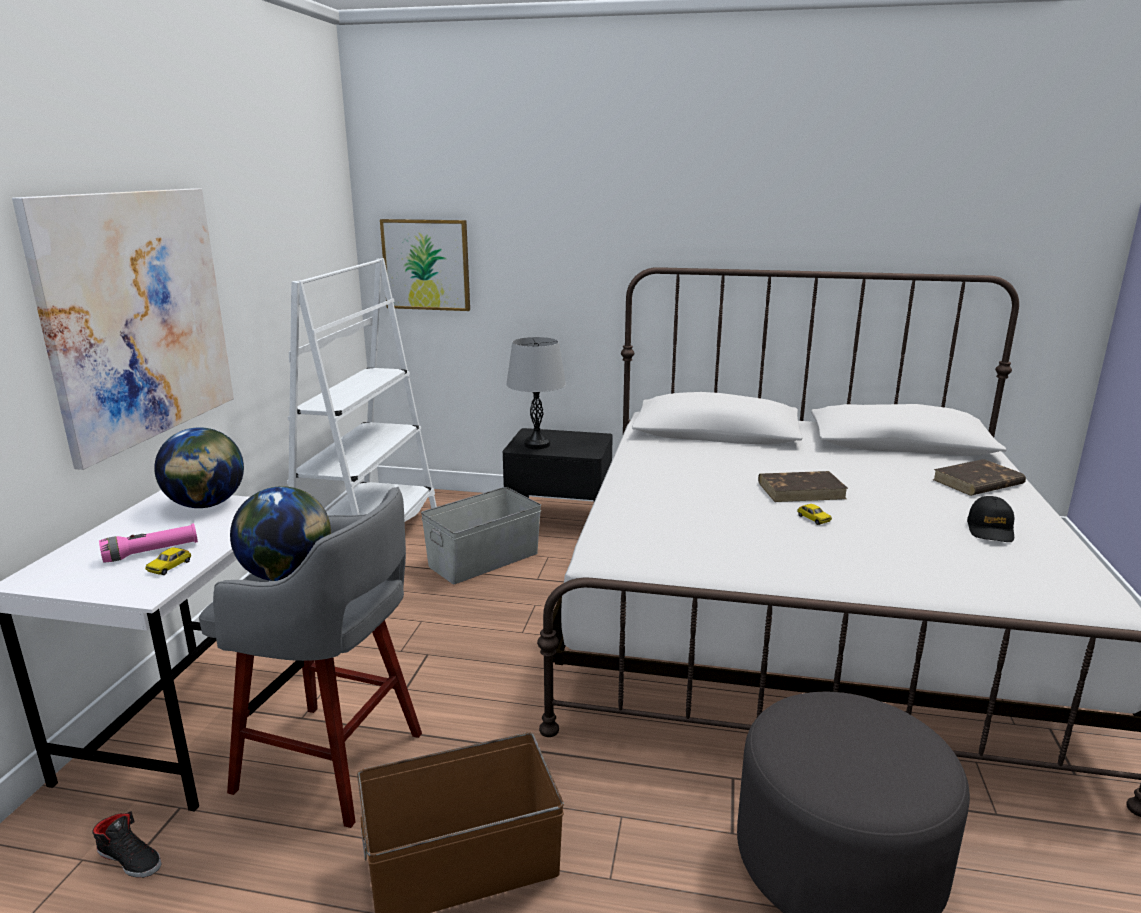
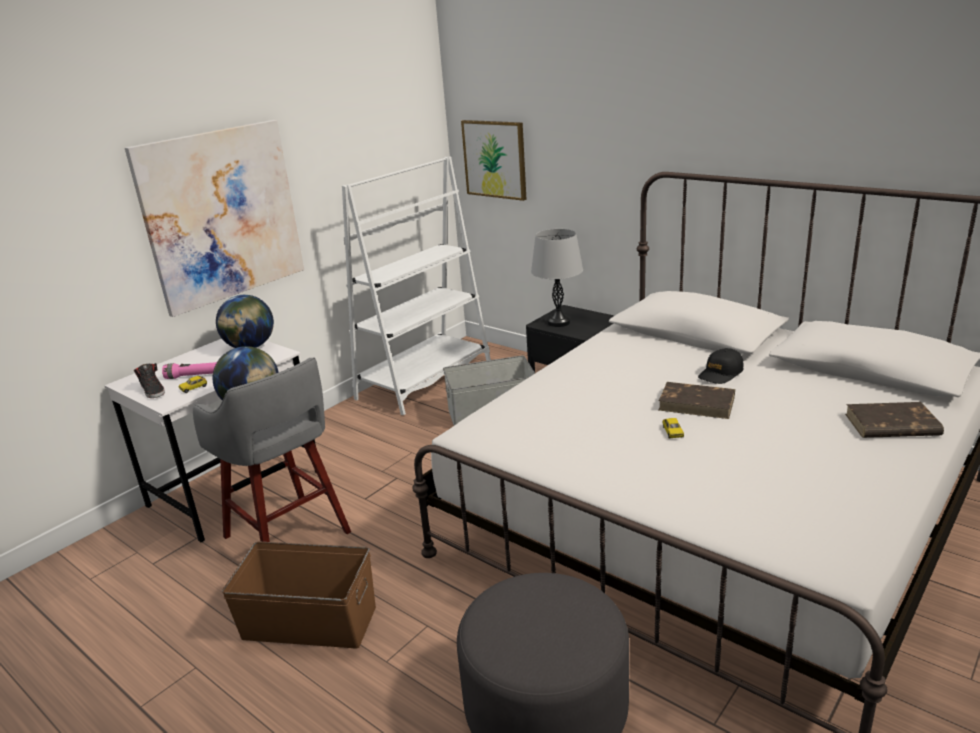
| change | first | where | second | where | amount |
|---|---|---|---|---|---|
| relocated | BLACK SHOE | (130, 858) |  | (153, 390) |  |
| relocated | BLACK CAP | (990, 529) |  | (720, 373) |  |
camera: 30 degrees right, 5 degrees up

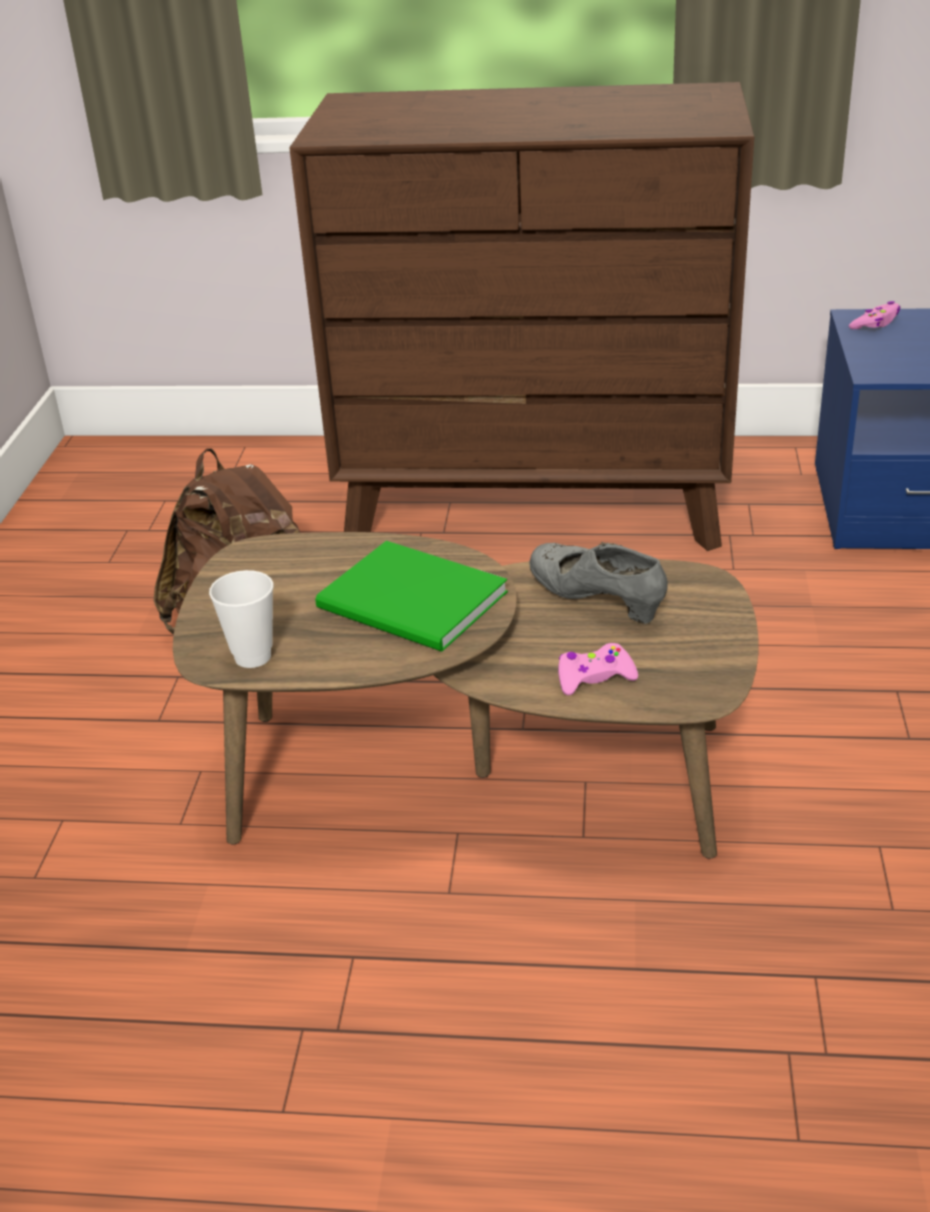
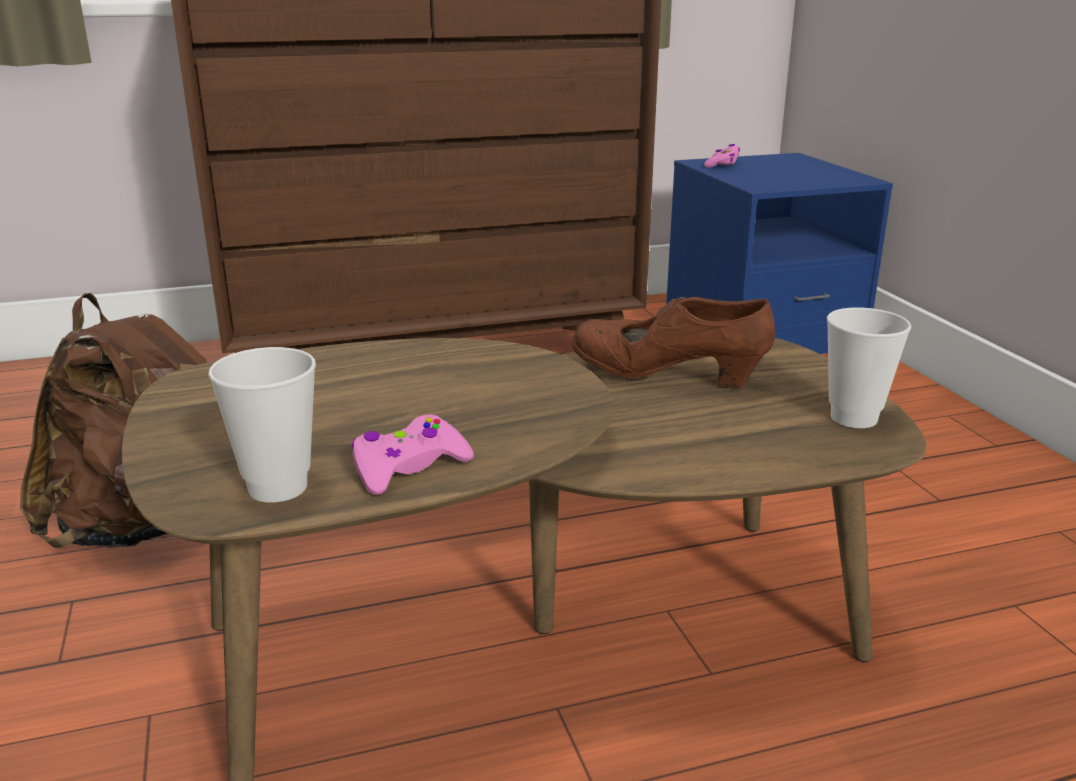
| change | first | where | second | where | amount |
|---|---|---|---|---|---|
| missing | GREEN BOOK | (414, 604) |  |  |  |
| colour | GREY SHOE | (597, 602) | BROWN SHOE | (667, 378) |  |
| relocated | PINK GAME CONTROLLER | (594, 677) |  | (409, 467) |  |
| appeared |  |  | CUP | (854, 418) |  |
camera: 25 degrees left, 10 degrees down

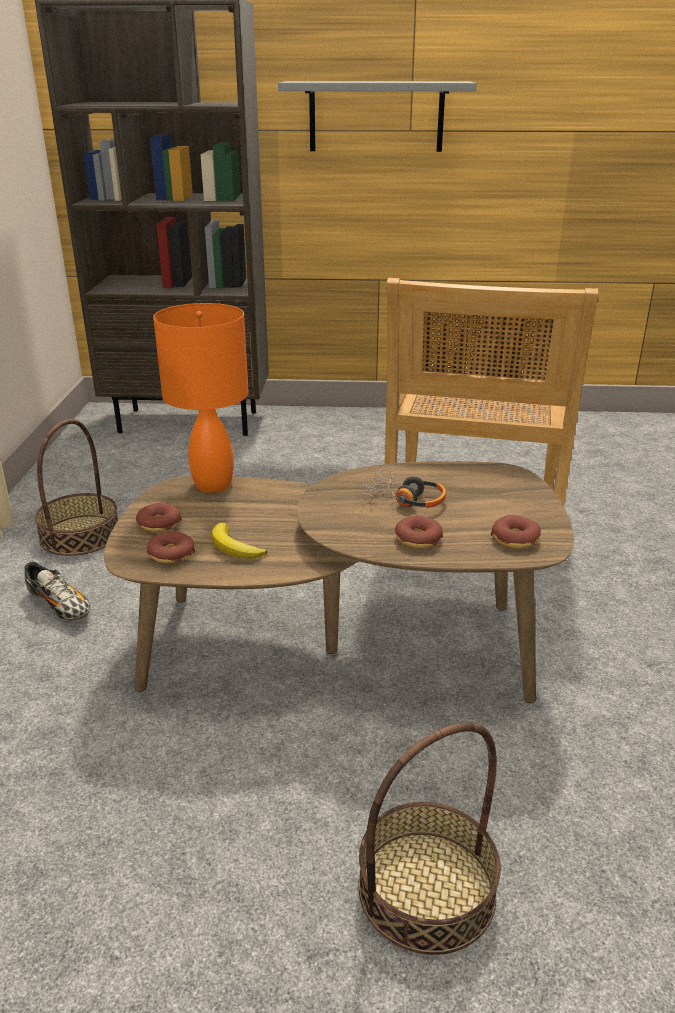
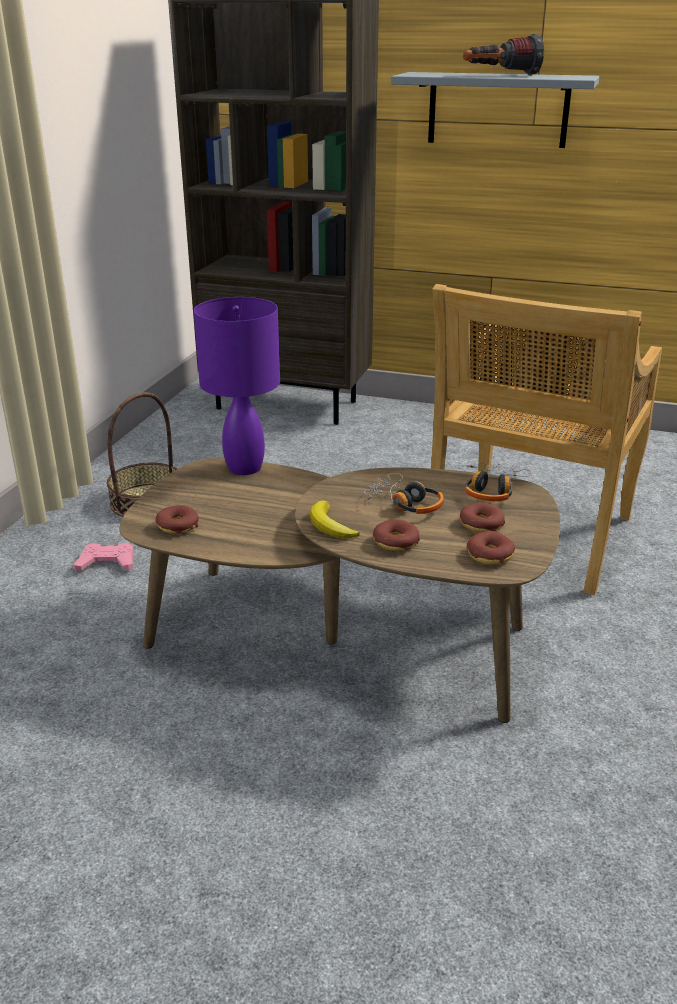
| change | first | where | second | where | amount |
|---|---|---|---|---|---|
| exchanged | SHOE | (60, 606) | PINK GAME CONTROLLER | (107, 563) |  |
| relocated | DONUT | (159, 524) |  | (481, 524) |  |
| colour | ORANGE TABLE LAMP | (211, 485) | PURPLE TABLE LAMP | (243, 468) |  |
| relocated | BANANA | (234, 547) |  | (330, 526) |  |
| missing | BASKET | (426, 890) |  |  |  |
| appeared |  |  | FLASHLIGHT | (500, 75) |  |
| appeared |  |  | HEADPHONES | (492, 489) |  |
camera: 15 degrees right, 0 degrees up

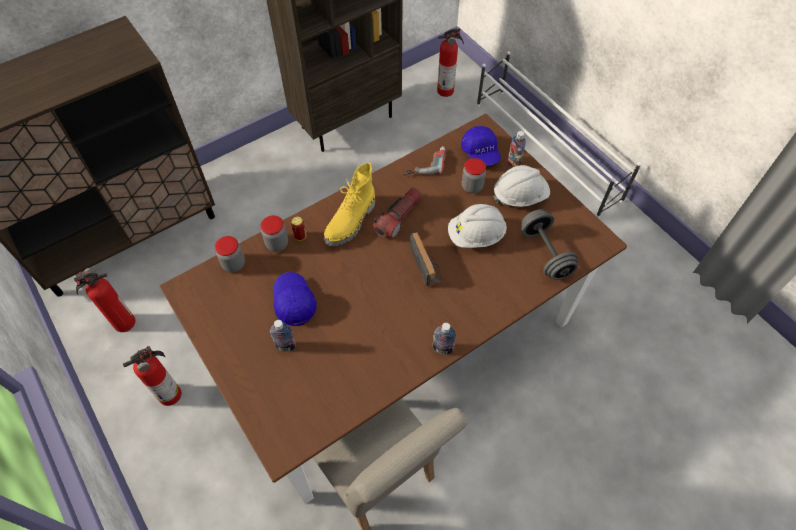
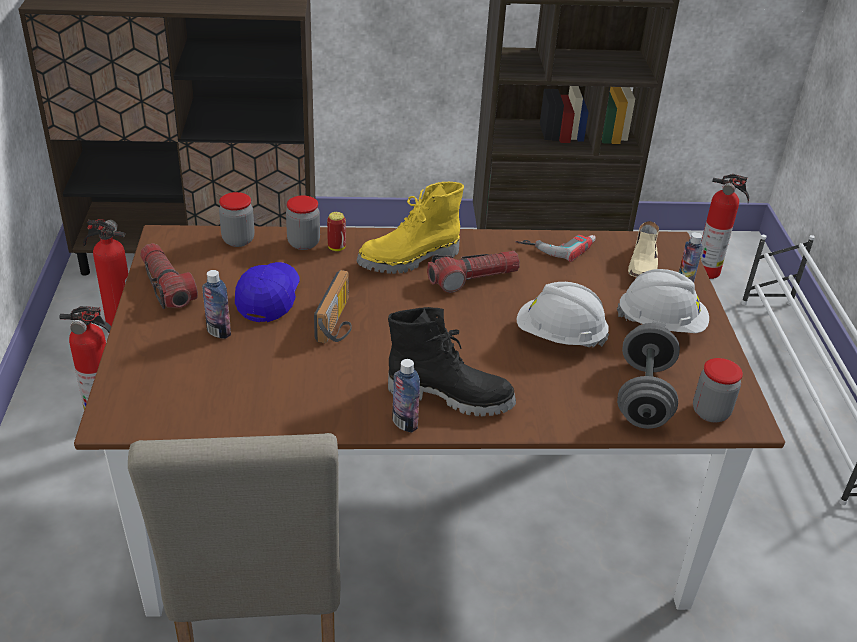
| change | first | where | second | where | amount |
|---|---|---|---|---|---|
| relocated | RADIO | (427, 265) |  | (339, 323) |  |
| exchanged | BLUE CAP | (480, 153) | BEIGE SHOE | (643, 264) |  |
| relocated | JAR | (472, 187) |  | (710, 412) |  |
| appeared |  |  | FLASHLIGHT | (167, 286) |  |
| appeared |  |  | BLACK BOOT | (450, 396) |  |
camera: 30 degrees right, 20 degrees down

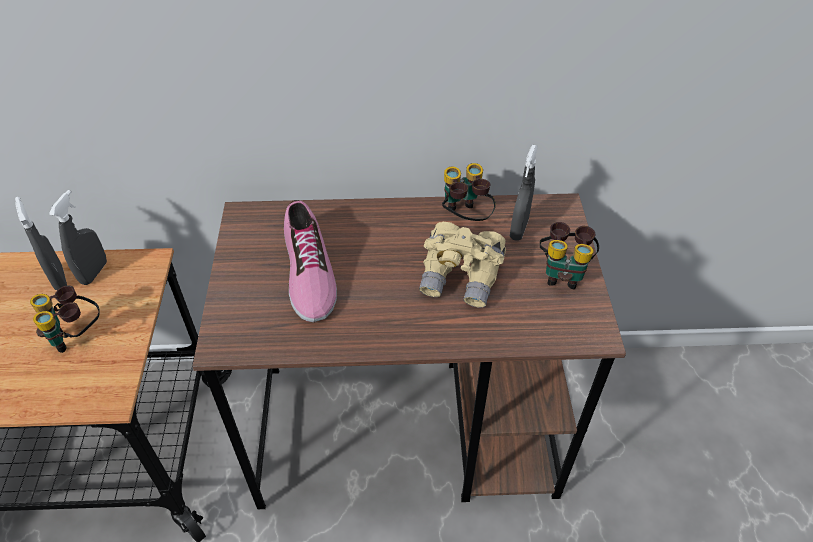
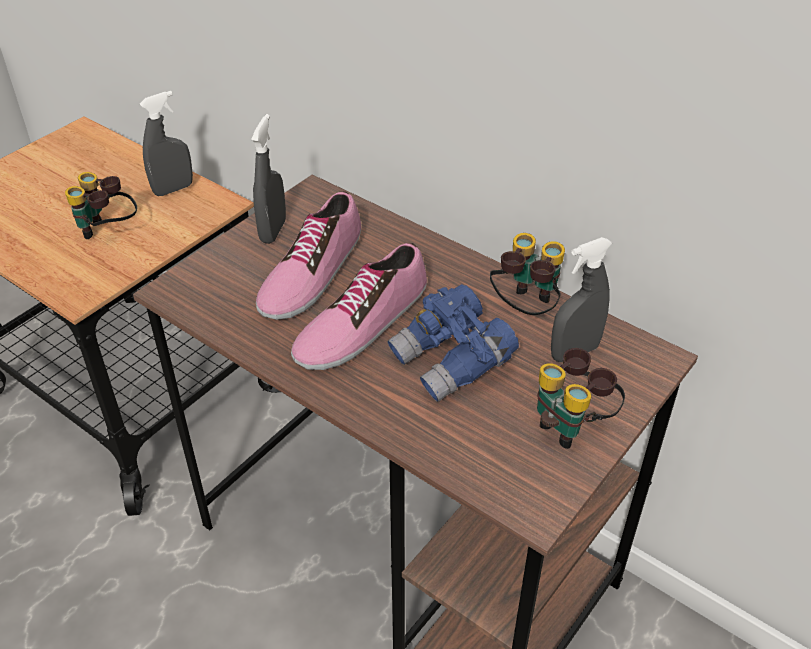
| change | first | where | second | where | amount |
|---|---|---|---|---|---|
| relocated | GREY SPRAY BOTTLE | (59, 278) |  | (273, 231) |  |
| colour | BEIGE BINOCULARS | (461, 277) | BLUE BINOCULARS | (452, 362) |  |
| appeared |  |  | SHOE | (361, 323) |  |
camera: 40 degrees right, 5 degrees down

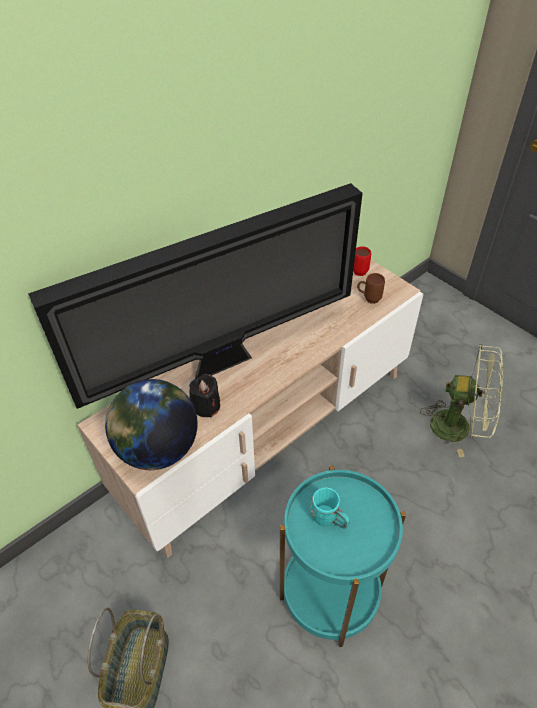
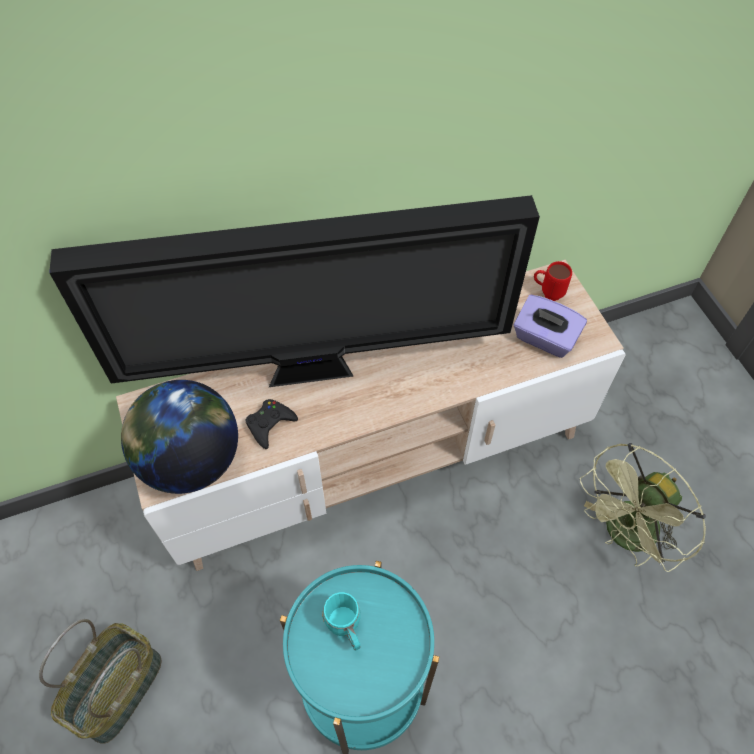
| change | first | where | second | where | amount |
|---|---|---|---|---|---|
| exchanged | BLACK CANDLE | (206, 406) | BLACK GAME CONTROLLER | (270, 424) |  |
| exchanged | BROWN MUG | (368, 299) | PURPLE TISSUE BOX | (544, 339) |  |
| spun | GREEN FAN | (459, 427) |  | (625, 536) | 105 degrees clockwise |
camera: 20 degrees right, 10 degrees up

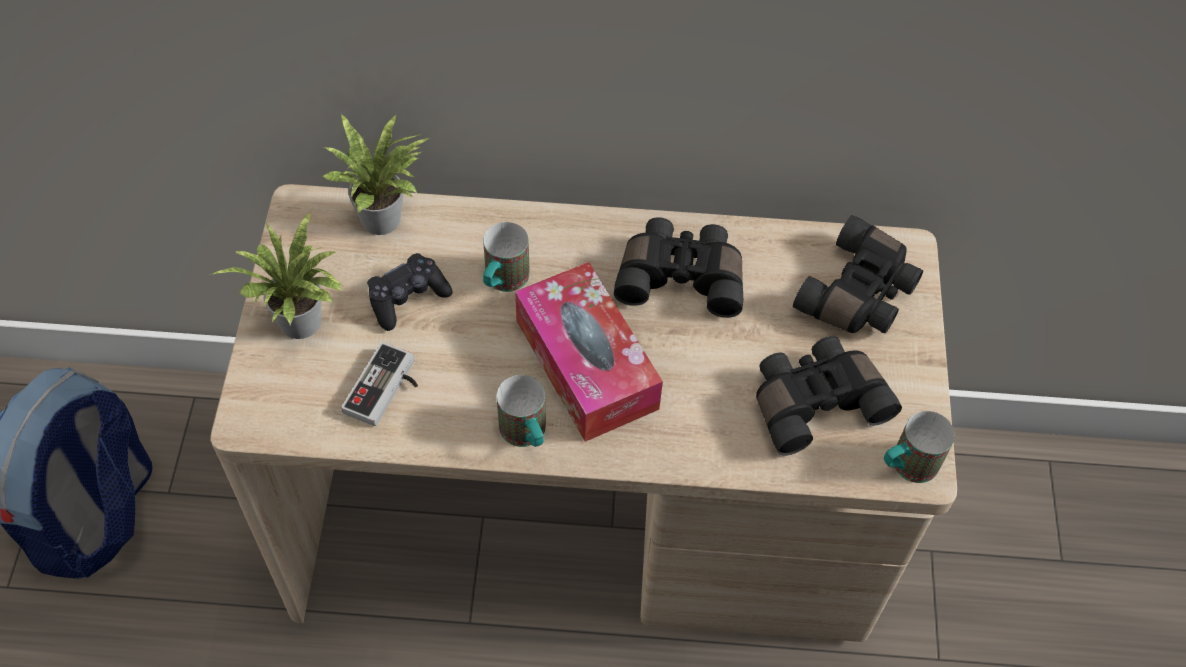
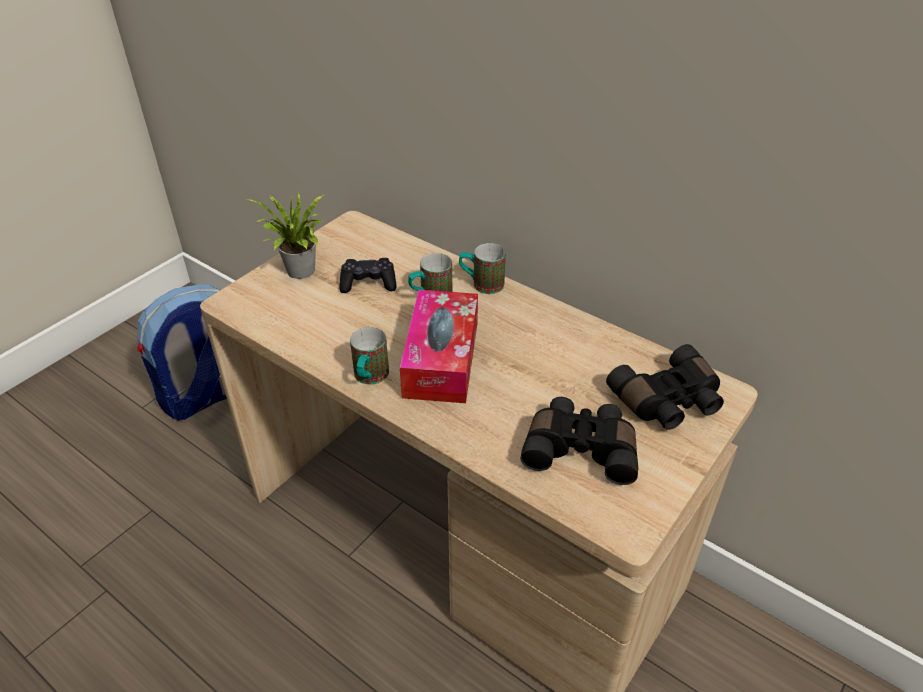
| change | first | where | second | where | amount |
|---|---|---|---|---|---|
| missing | POTTED PLANT | (386, 219) |  |  |  |
| missing | GAME CONTROLLER | (387, 390) |  |  |  |
| missing | BLACK BINOCULARS | (681, 276) |  |  |  |
| relocated | MUG | (906, 466) |  | (481, 284) |  |
camera: 35 degrees right, 15 degrees down

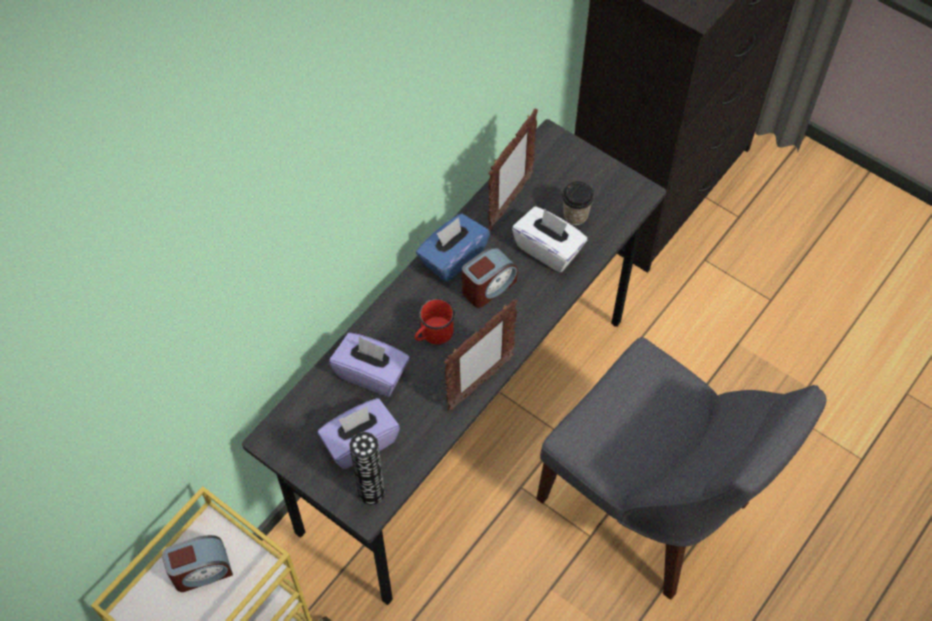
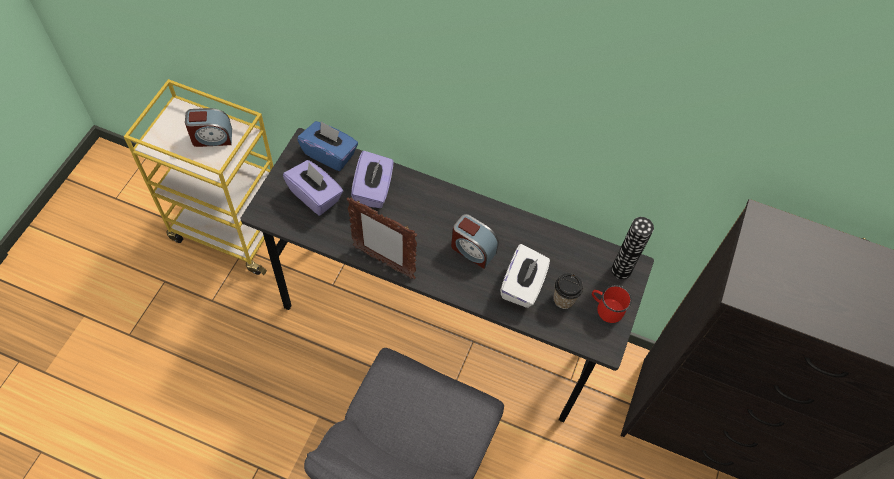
| change | first | where | second | where | amount |
|---|---|---|---|---|---|
| spun | ALARM CLOCK | (201, 571) |  | (212, 138) | 60 degrees counterclockwise |
| relocated | VASE | (371, 492) |  | (621, 270) |  |
| relocated | RED MUG | (433, 334) |  | (606, 308) |  |
| relocated | BLUE TISSUE BOX | (452, 258) |  | (329, 154) |  |
| missing | PICTURE FRAME | (509, 203) |  |  |  |
camera: 70 degrees right, 0 degrees up

